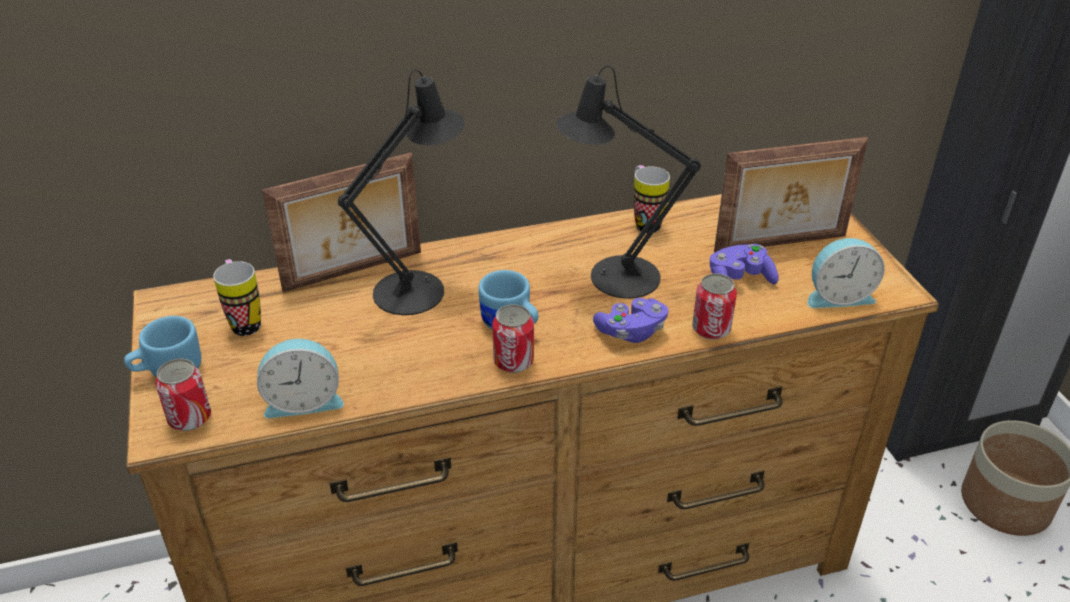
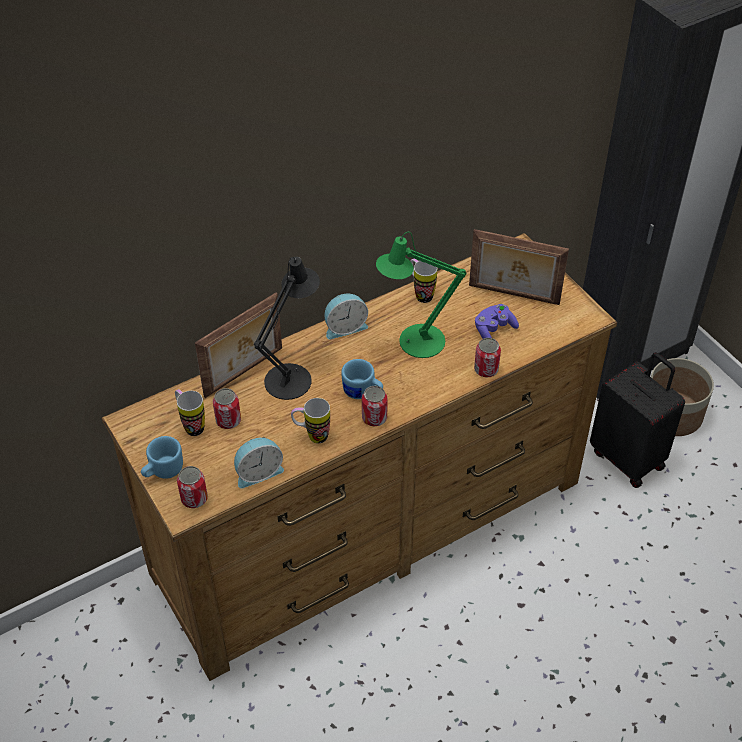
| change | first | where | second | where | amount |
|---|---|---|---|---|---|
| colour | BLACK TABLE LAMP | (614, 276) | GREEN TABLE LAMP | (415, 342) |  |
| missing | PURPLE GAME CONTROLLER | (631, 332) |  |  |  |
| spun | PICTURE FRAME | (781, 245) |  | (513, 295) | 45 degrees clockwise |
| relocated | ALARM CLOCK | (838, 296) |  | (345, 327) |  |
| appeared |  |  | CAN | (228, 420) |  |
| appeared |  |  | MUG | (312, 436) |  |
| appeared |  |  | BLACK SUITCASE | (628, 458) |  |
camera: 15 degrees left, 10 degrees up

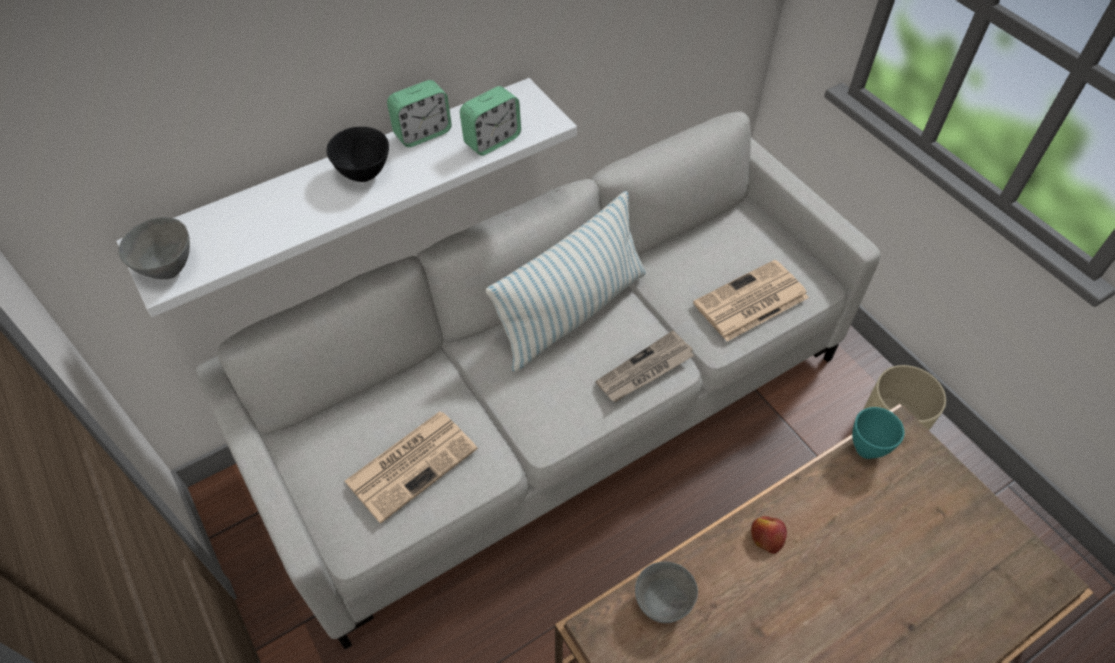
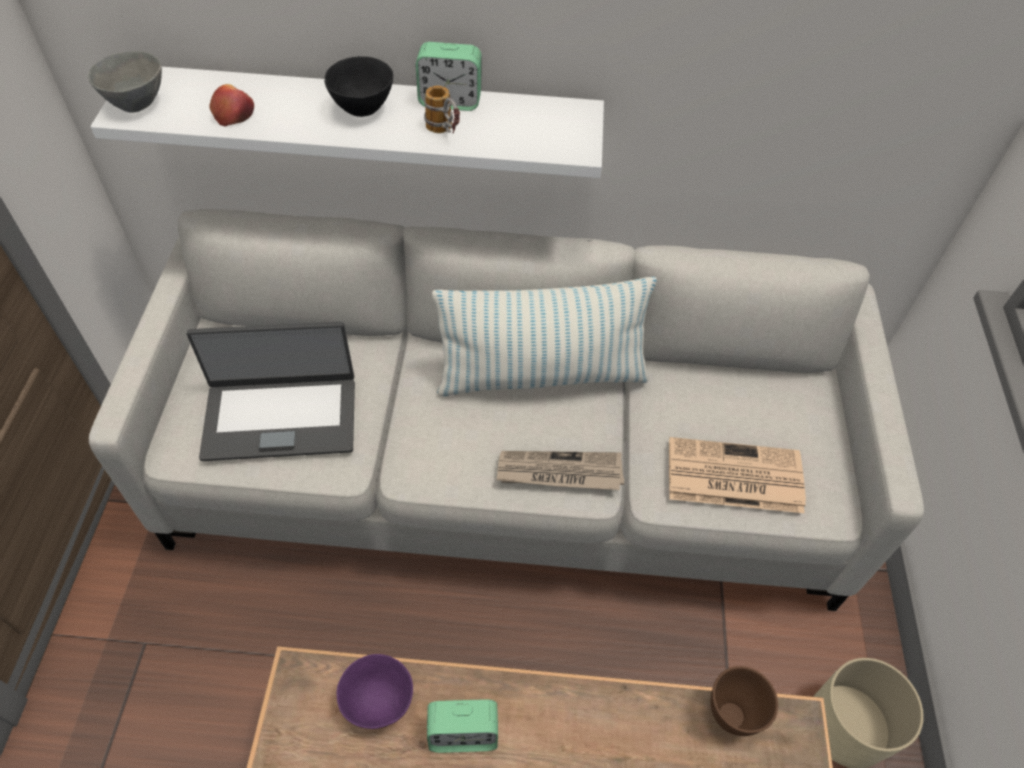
| change | first | where | second | where | amount |
|---|---|---|---|---|---|
| exchanged | NEWSPAPER | (412, 463) | LAPTOP | (280, 416) |  |
| relocated | ALARM CLOCK | (492, 140) |  | (463, 734) |  |
| colour | GREY BOWL | (662, 602) | PURPLE BOWL | (379, 702) |  |
| relocated | APPLE | (766, 536) |  | (234, 113) |  |
| colour | TURQUOISE BOWL | (865, 449) | BROWN BOWL | (729, 714) |  |
| appeared |  |  | MUG | (445, 132) |  |
camera: 35 degrees right, 0 degrees up

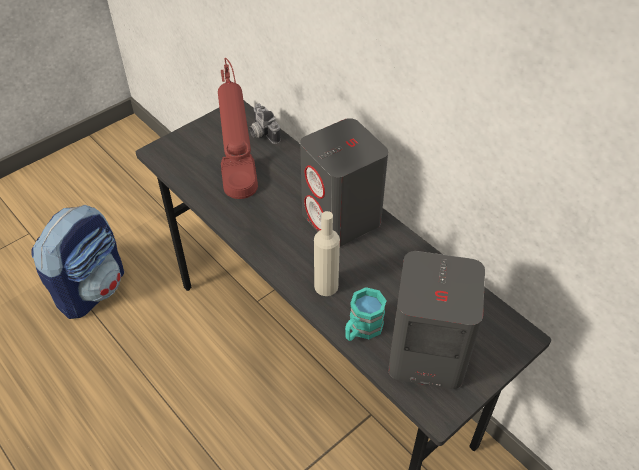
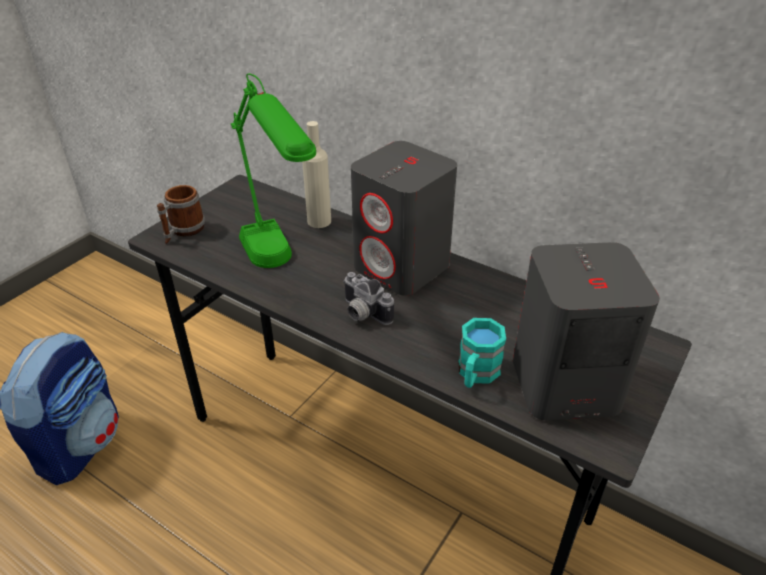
| change | first | where | second | where | amount |
|---|---|---|---|---|---|
| colour | RED TABLE LAMP | (243, 205) | GREEN TABLE LAMP | (280, 273) |  |
| relocated | PHOTO CAMERA | (261, 133) |  | (362, 313) |  |
| relocated | BEIGE BOTTLE | (326, 286) |  | (319, 221) |  |
| appeared |  |  | MUG | (183, 231) |  |
camera: 15 degrees left, 10 degrees down

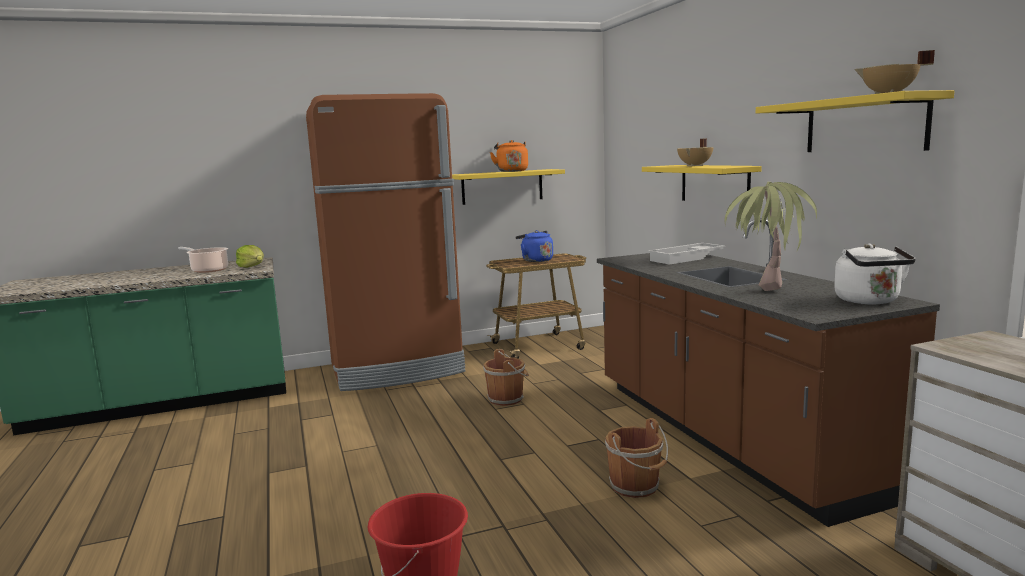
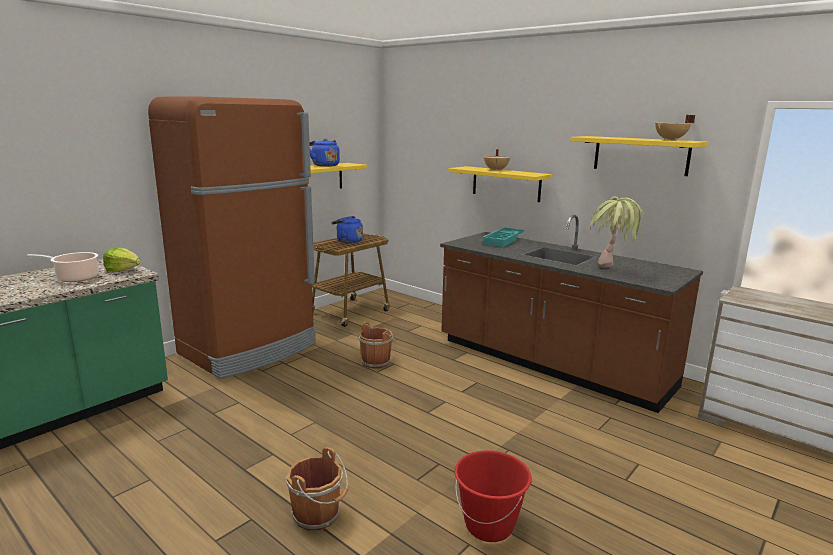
| change | first | where | second | where | amount |
|---|---|---|---|---|---|
| colour | ORANGE KETTLE | (511, 171) | BLUE KETTLE | (324, 165) |  |
| relocated | BROWN BUCKET | (636, 487) |  | (318, 515) |  |
| colour | WHITE TRAY | (687, 258) | TURQUOISE TRAY | (504, 240) |  |
| missing | WHITE KETTLE | (869, 301) |  |  |  |
camera: 30 degrees left, 5 degrees up

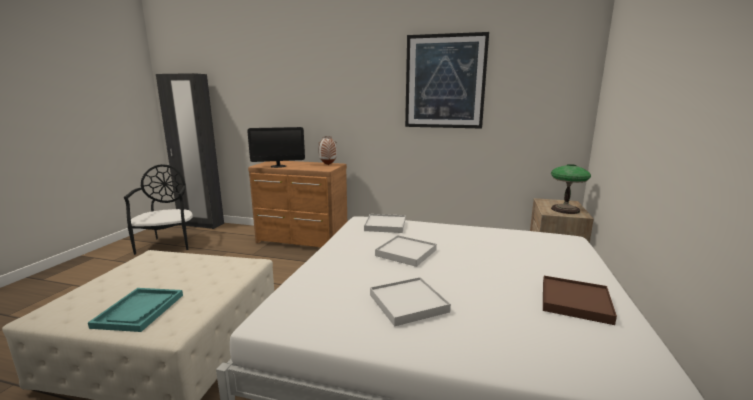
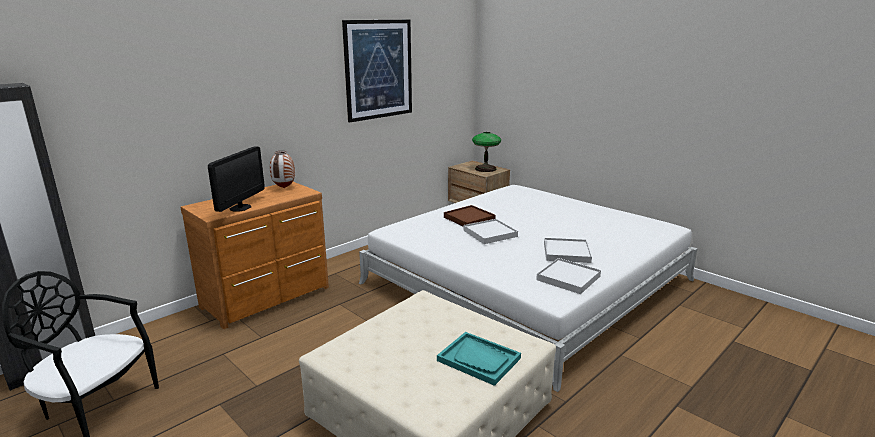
| change | first | where | second | where | amount |
|---|---|---|---|---|---|
| relocated | WHITE TRAY | (385, 225) |  | (568, 278) |  |
| relocated | BROWN TRAY | (575, 302) |  | (469, 218) |  |
camera: 60 degrees left, 5 degrees up

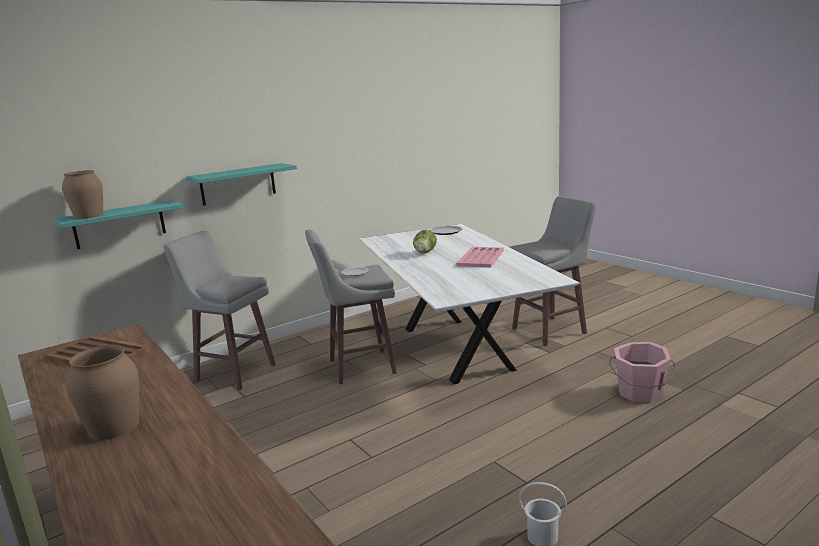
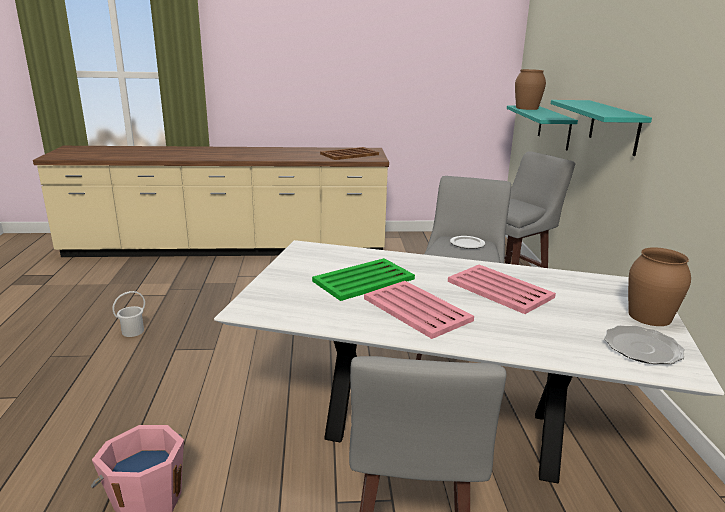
| change | first | where | second | where | amount |
|---|---|---|---|---|---|
| relocated | BROWN VASE | (114, 426) |  | (650, 316) |  |
| exchanged | LETTUCE | (425, 253) | PINK TRAY | (500, 290) |  |
| appeared |  |  | GREEN TRAY | (364, 280) |  |
camera: 120 degrees right, 5 degrees up

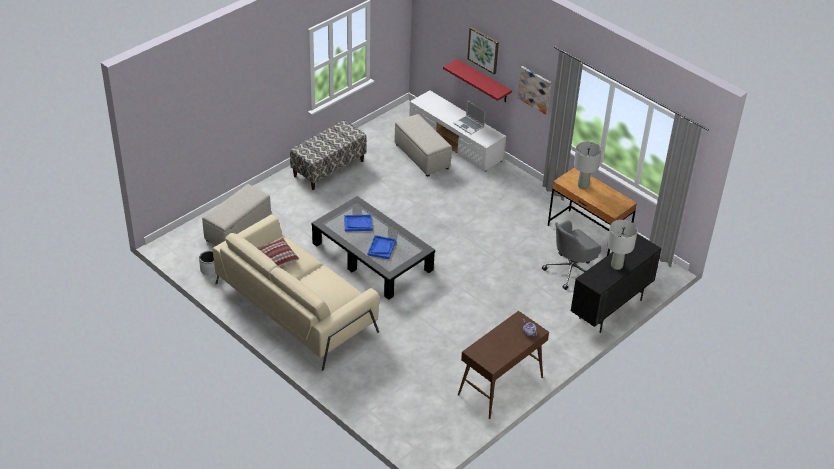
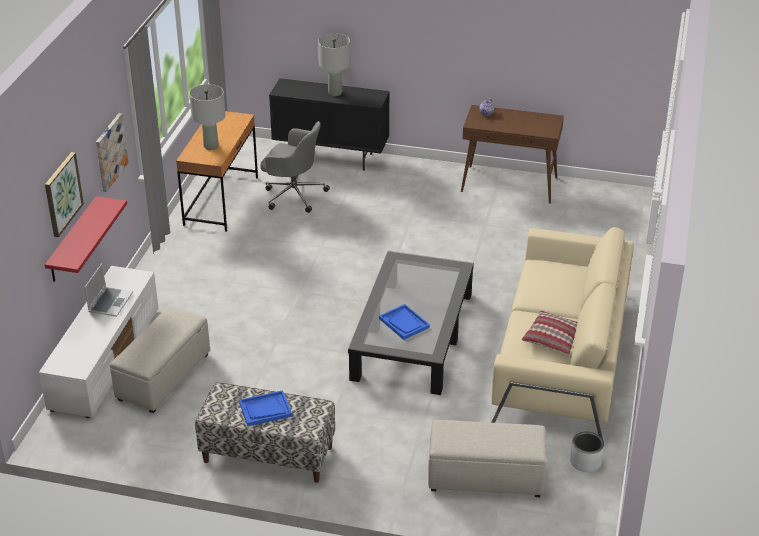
| change | first | where | second | where | amount |
|---|---|---|---|---|---|
| relocated | BLUE TRAY | (381, 248) |  | (265, 409) |  |
camera: 120 degrees left, 5 degrees down

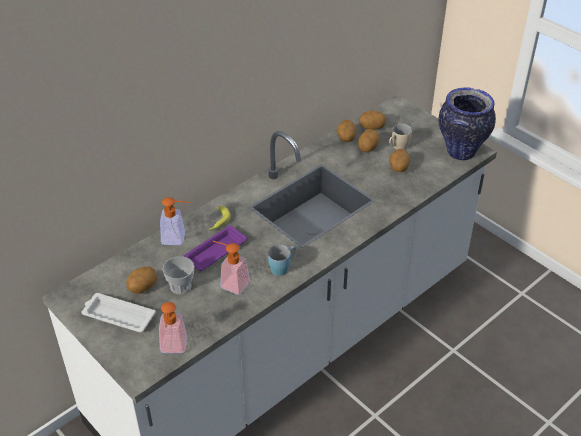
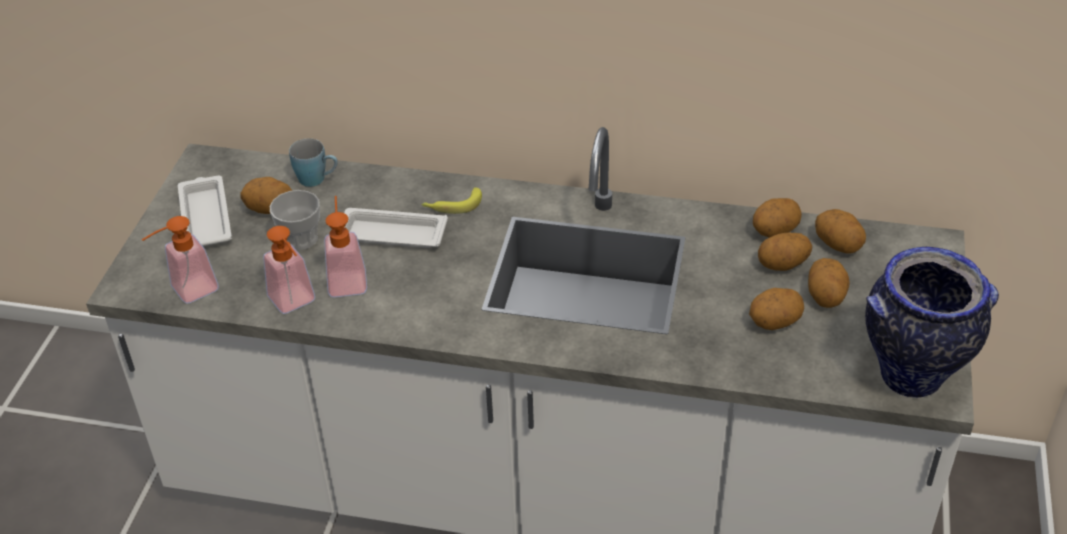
| change | first | where | second | where | amount |
|---|---|---|---|---|---|
| relocated | SOAP DISPENSER | (178, 238) |  | (295, 303) |  |
| colour | PURPLE TRAY | (214, 252) | WHITE TRAY | (390, 234) |  |
| relocated | BLUE MUG | (283, 267) |  | (318, 179) |  |
| exchanged | BEIGE MUG | (397, 147) | POTATO | (826, 297) |  |
camera: 55 degrees right, 0 degrees up

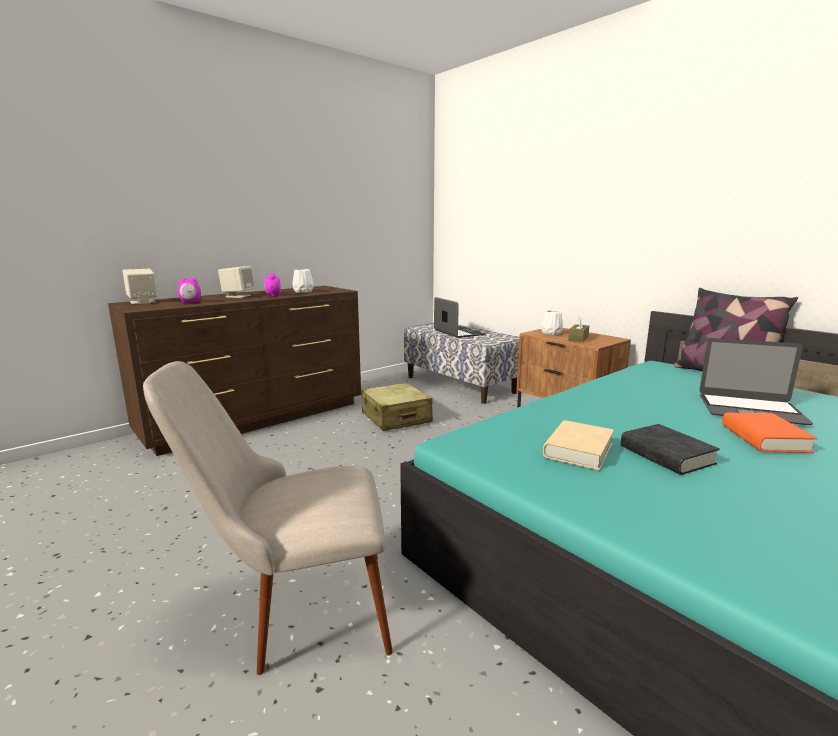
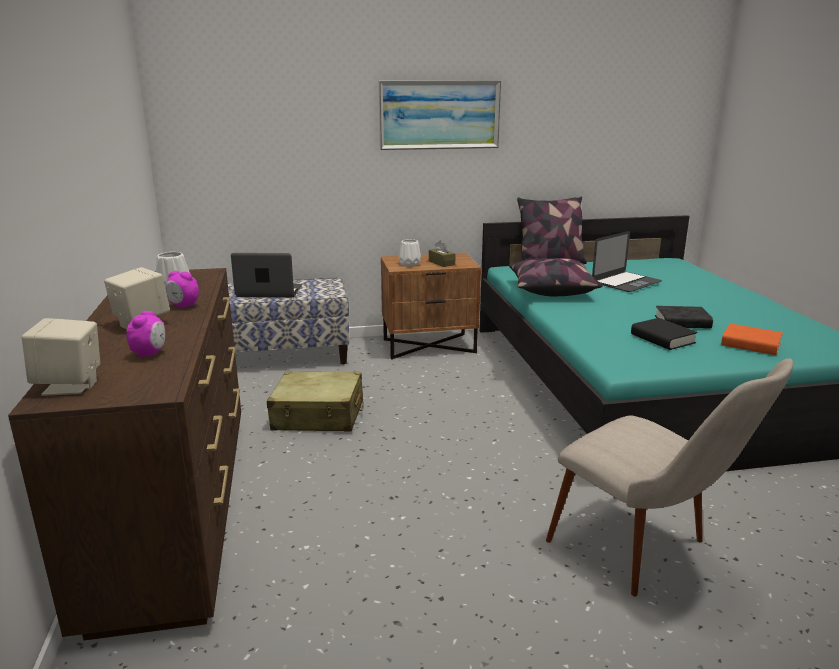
| change | first | where | second | where | amount |
|---|---|---|---|---|---|
| spun | BEIGE CHAIR | (295, 611) |  | (647, 554) | 60 degrees counterclockwise |
| colour | BEIGE BOOK | (578, 450) | BLACK BOOK | (662, 339) |  |
| relocated | ORANGE BOOK | (764, 438) |  | (750, 344) |  |
| appeared |  |  | PICTURE | (439, 115) |  |
| appeared |  |  | PILLOW | (551, 290) |  |
camera: 60 degrees left, 5 degrees up

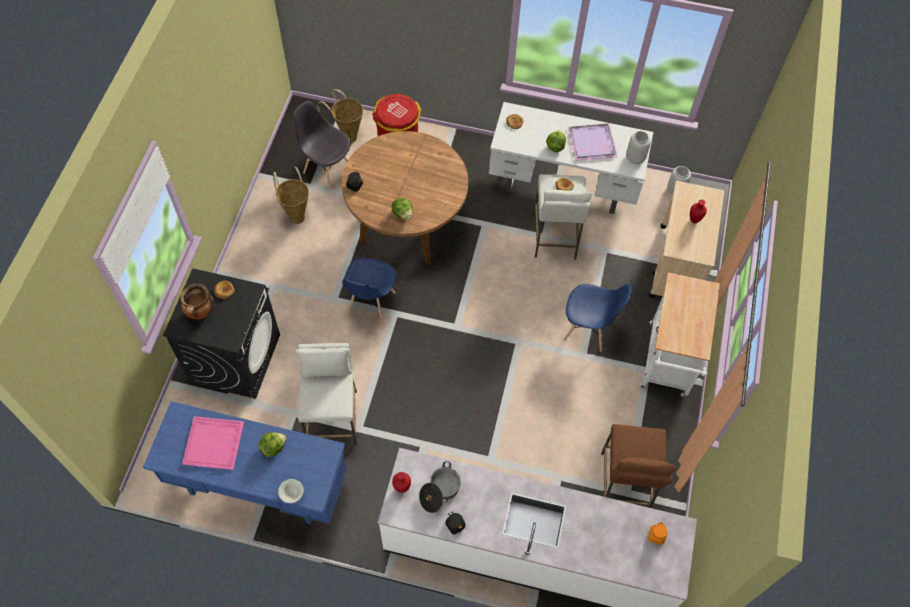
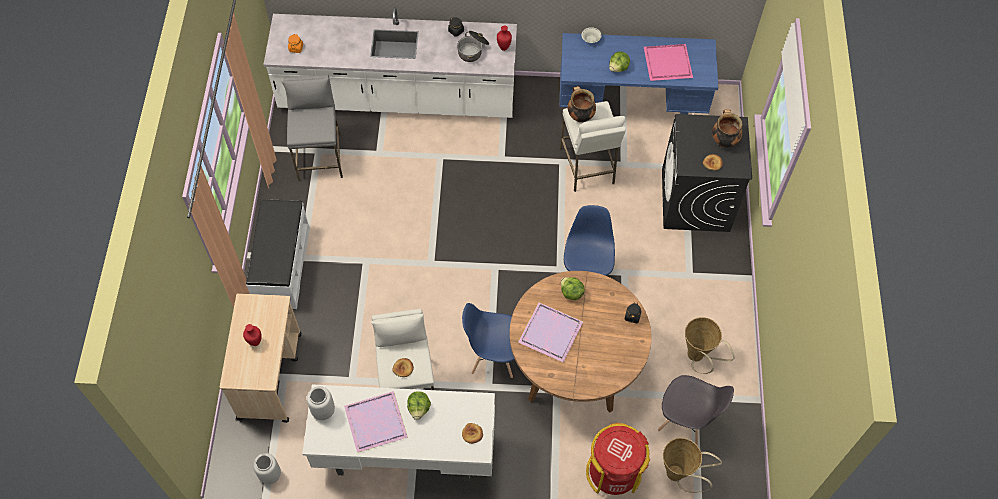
| change | first | where | second | where | amount |
|---|---|---|---|---|---|
| relocated | BLUE CHAIR | (588, 330) |  | (493, 356) |  |
| colour | BROWN STOOL | (625, 484) | GREY STOOL | (320, 157) |  |
| exchanged | WHITE CART | (667, 364) | WHITE BENCH | (282, 266) |  |
| appeared |  |  | PURPLE TRAY | (552, 332) |  |
| appeared |  |  | COOKING POT | (580, 116) |  |
camera: 170 degrees right, 0 degrees up

